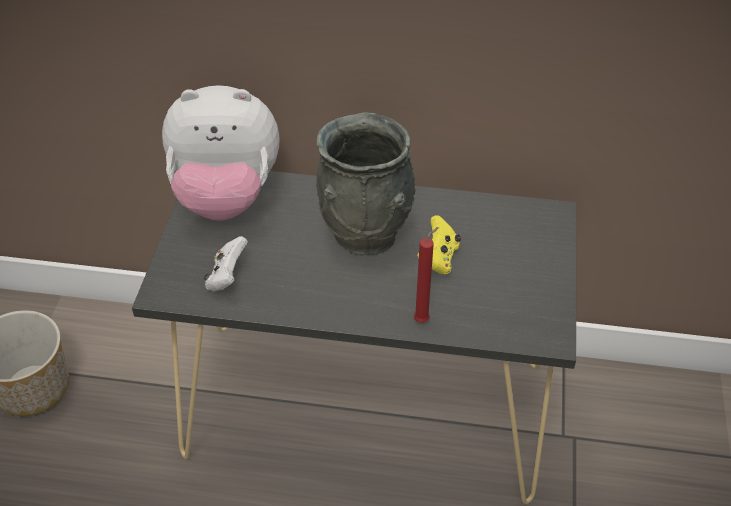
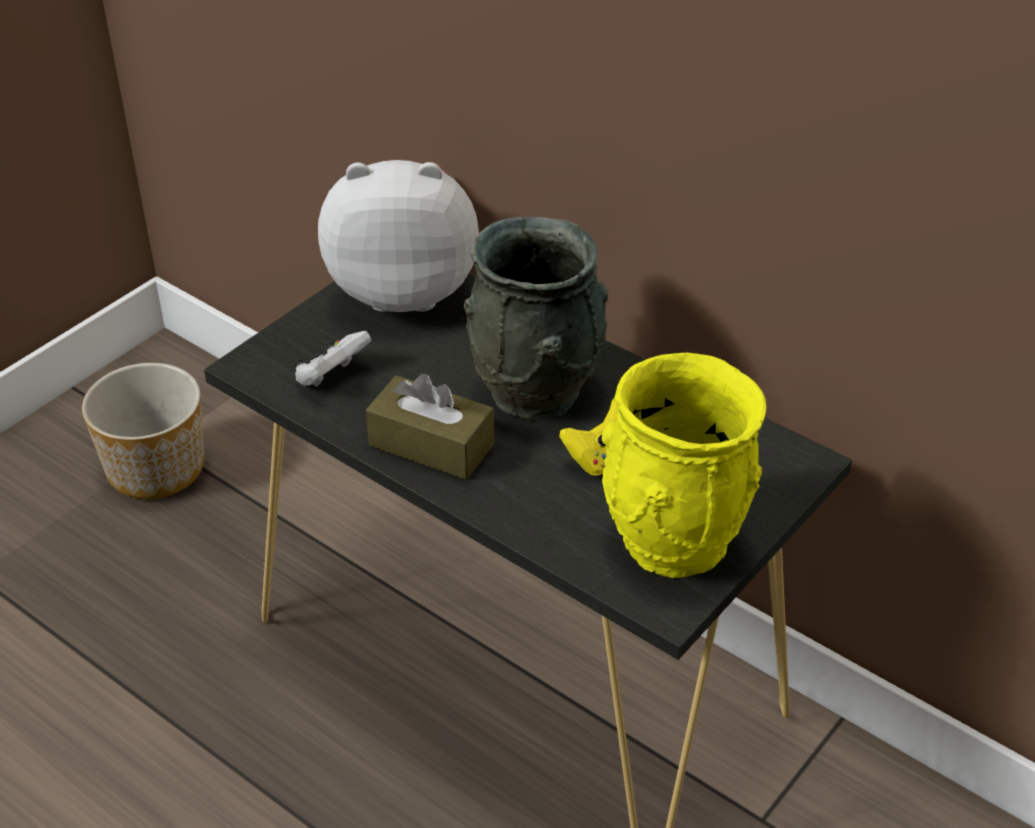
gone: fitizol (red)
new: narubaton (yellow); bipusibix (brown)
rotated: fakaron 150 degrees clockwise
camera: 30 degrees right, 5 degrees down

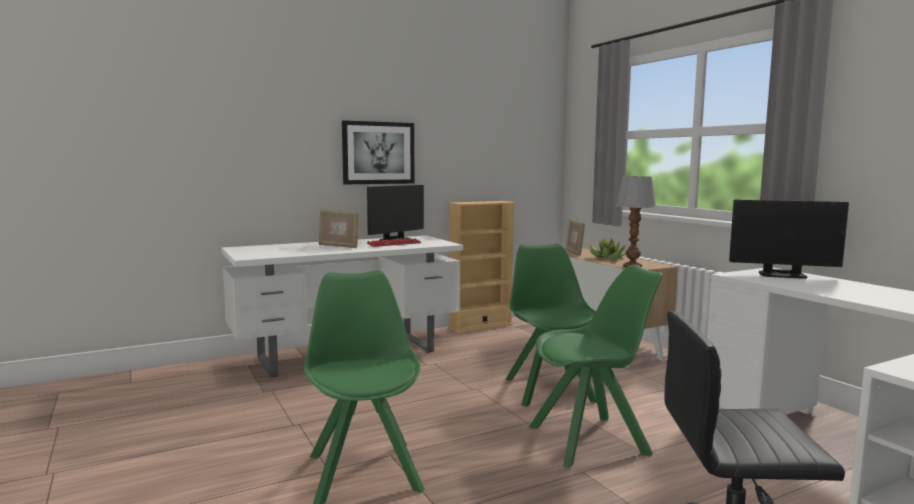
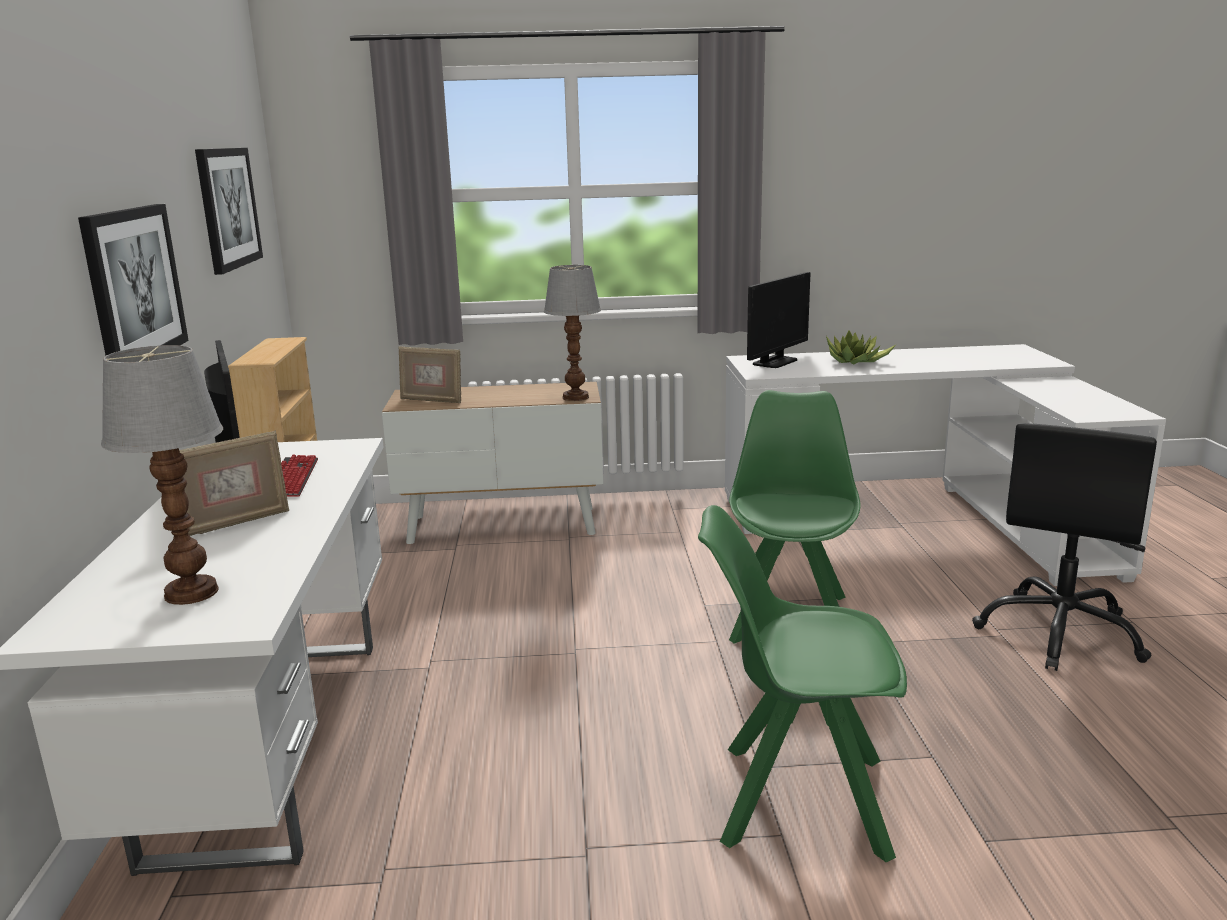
gone: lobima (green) (no. 2 from left)
new: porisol (no. 2 from left); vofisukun (no. 1 from left)
shifted: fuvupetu
camera: 65 degrees left, 10 degrees up

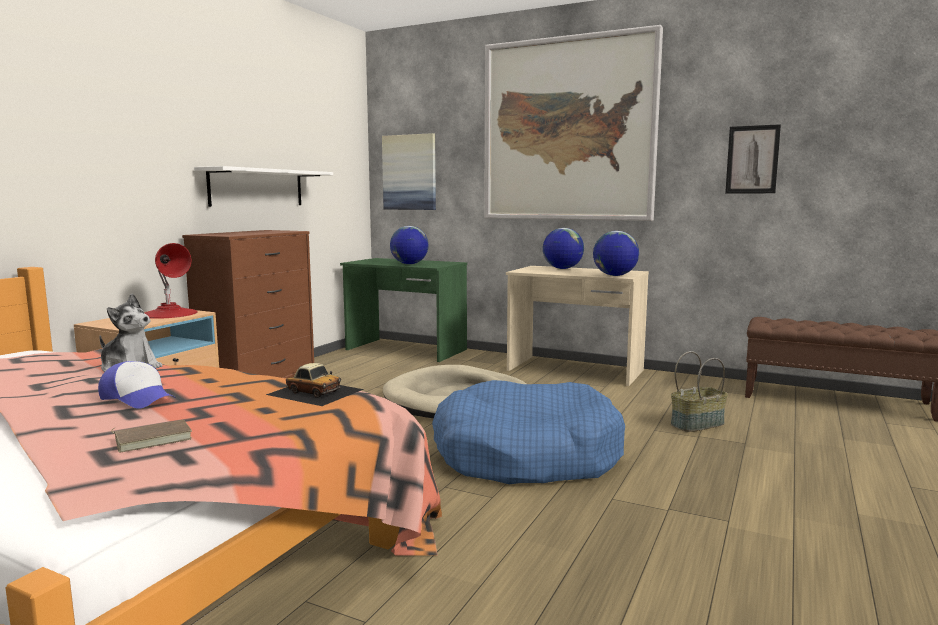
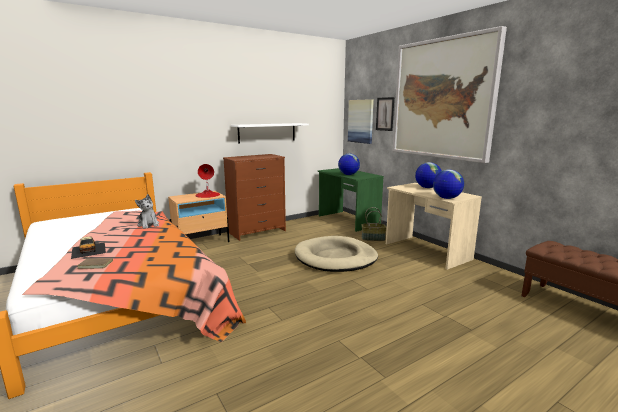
gone: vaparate; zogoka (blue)
shifted: porisol (no. 3 from left in the first image) to porisol (no. 2 from left); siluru; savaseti
camera: 30 degrees right, 5 degrees up

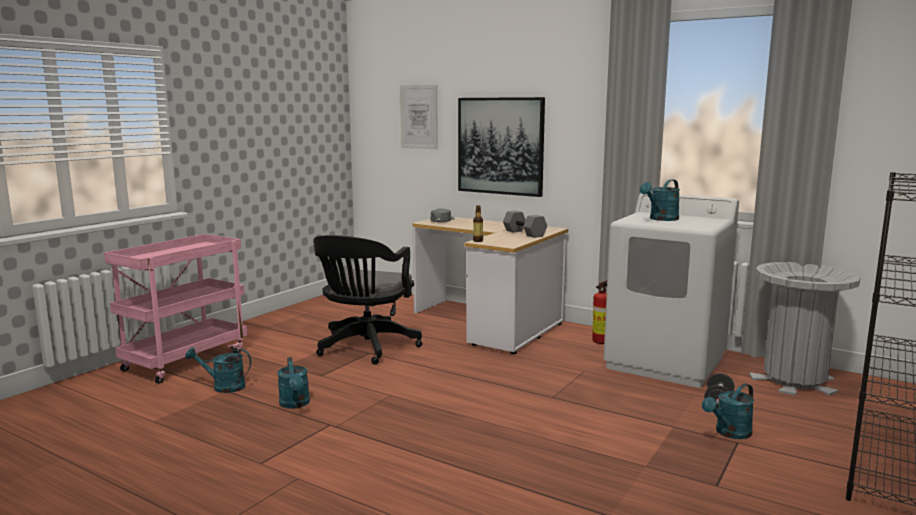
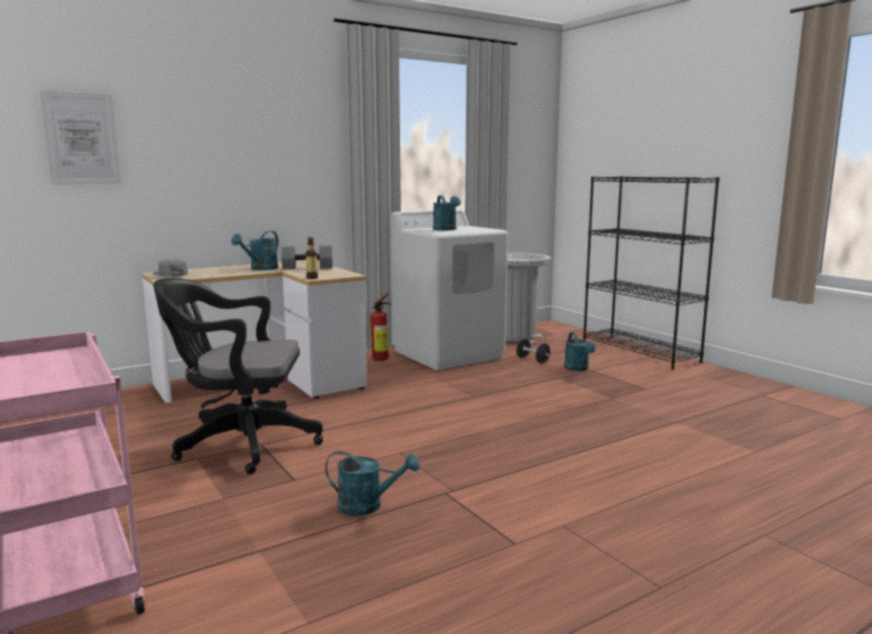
gone: porisol (no. 2 from left)
shifted: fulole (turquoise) (no. 1 from left)
rotated: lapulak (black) 135 degrees clockwise
camera: 65 degrees left, 0 degrees up

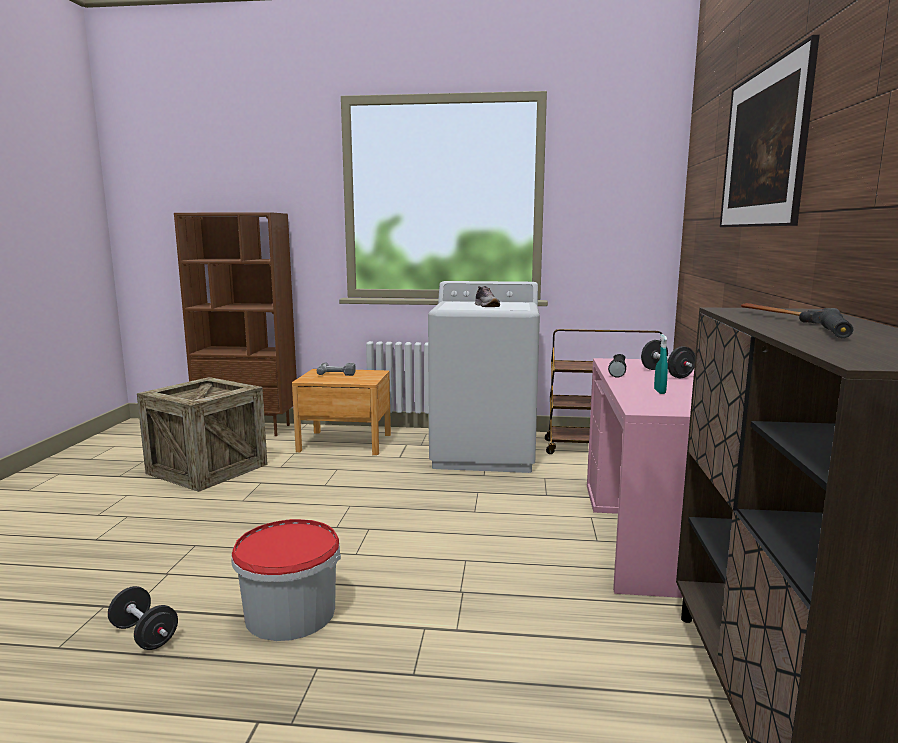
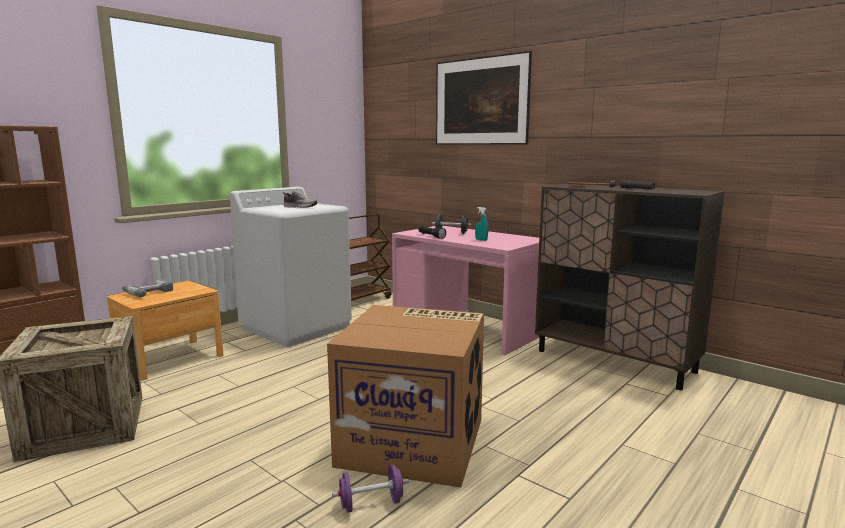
swapped: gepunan to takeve
repainted: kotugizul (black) (no. 1 from left) to kotugizul (purple)
camera: 55 degrees left, 0 degrees up

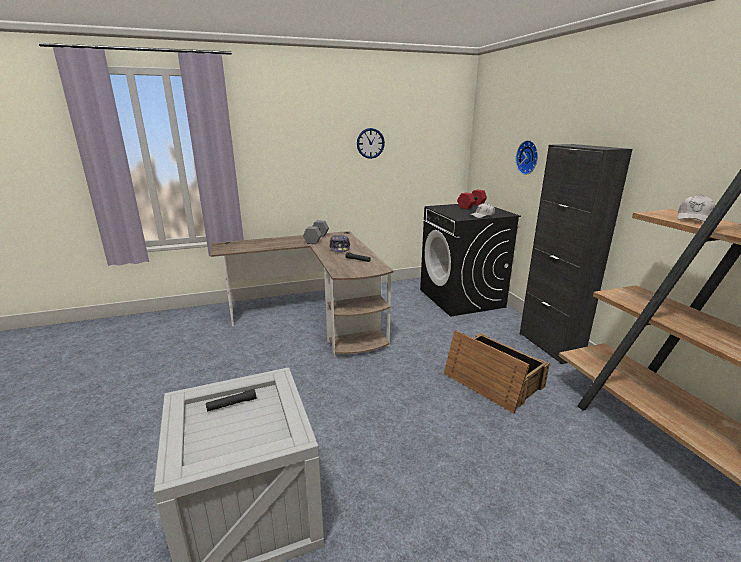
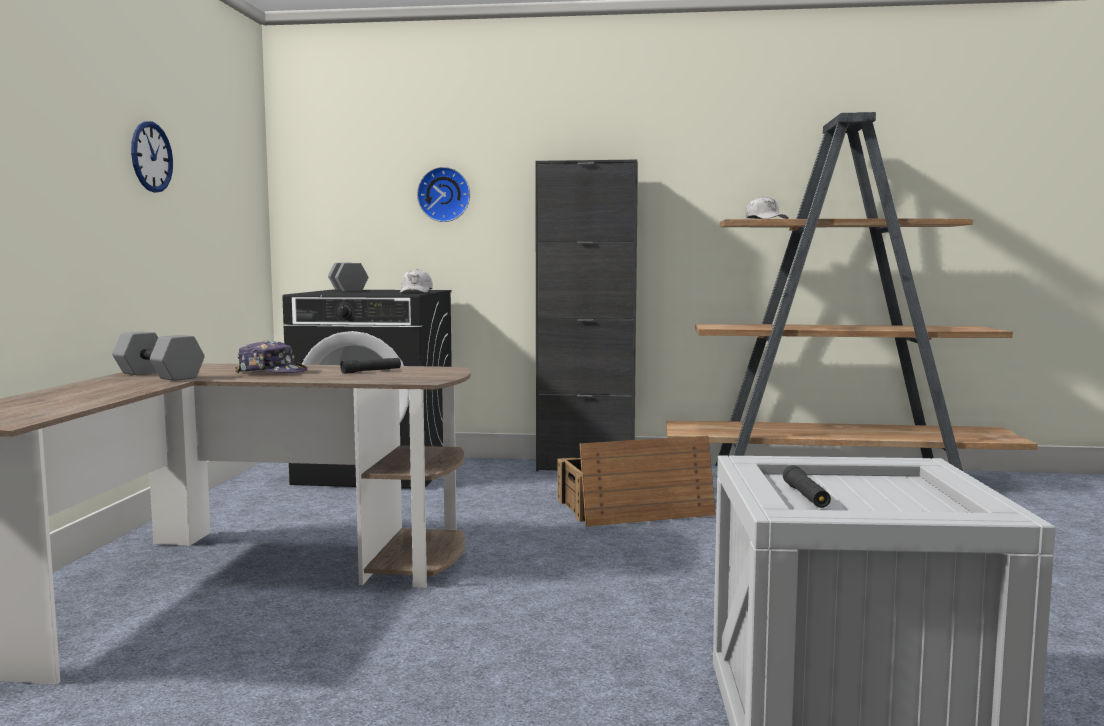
repainted: kotugizul (red) to kotugizul (grey) (no. 2 from left)
camera: 65 degrees left, 15 degrees down

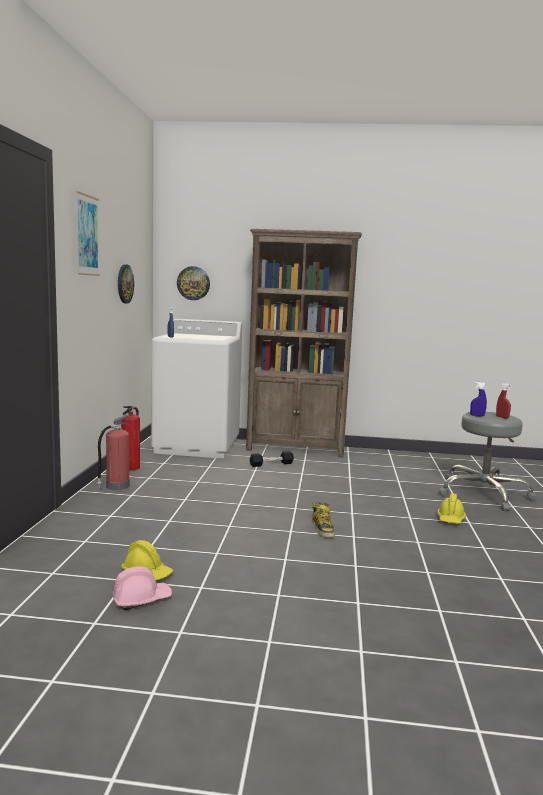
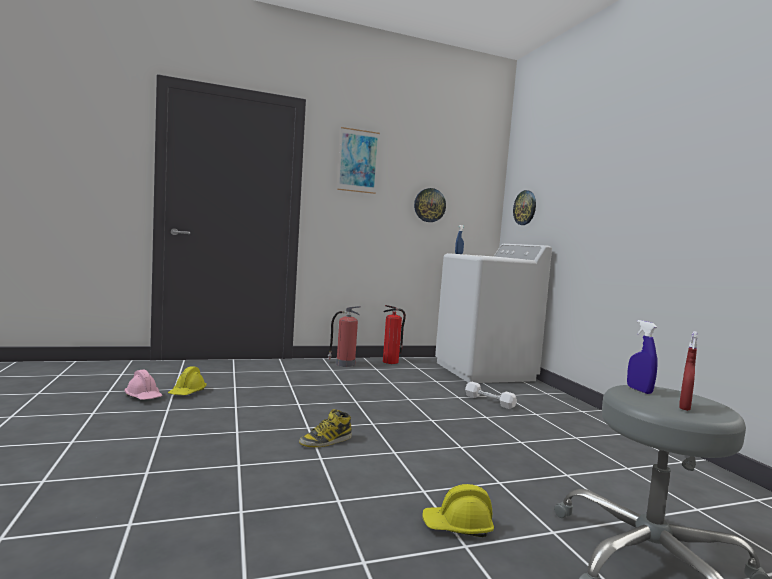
gone: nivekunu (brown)
repainted: kotugizul (black) to kotugizul (white)
camera: 65 degrees right, 5 degrees down

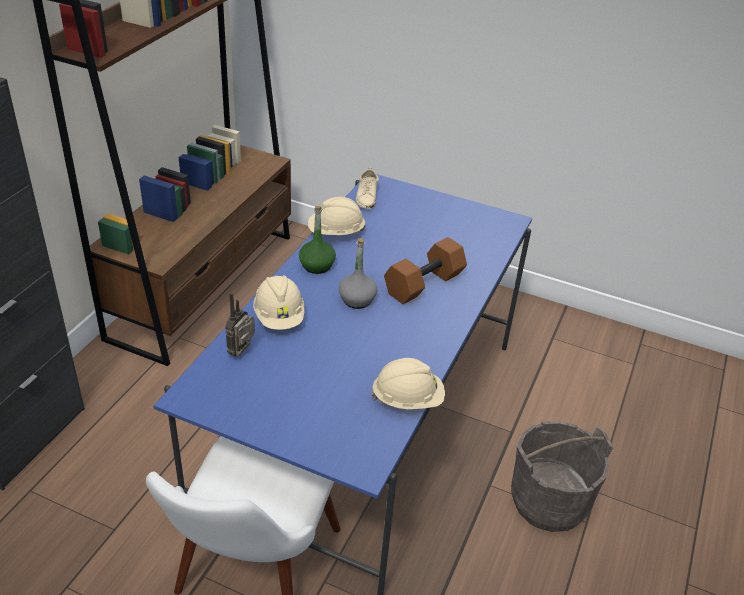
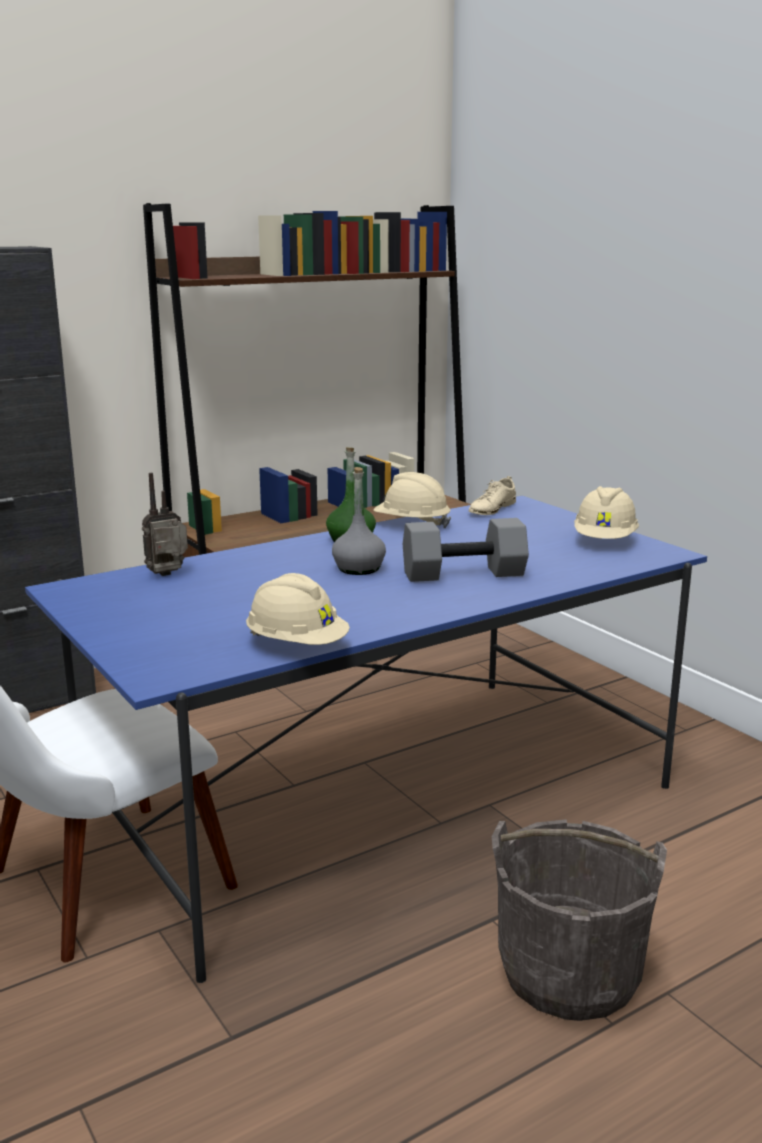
shifted: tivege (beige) (no. 1 from left in the first image) to tivege (beige) (no. 3 from left)
repainted: kotugizul (brown) to kotugizul (grey)
camera: 35 degrees right, 20 degrees down

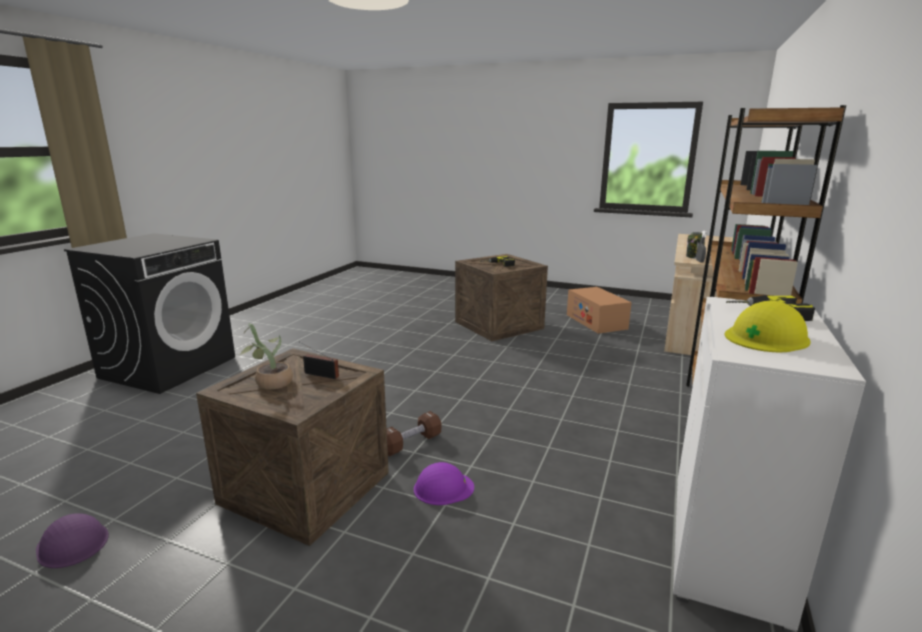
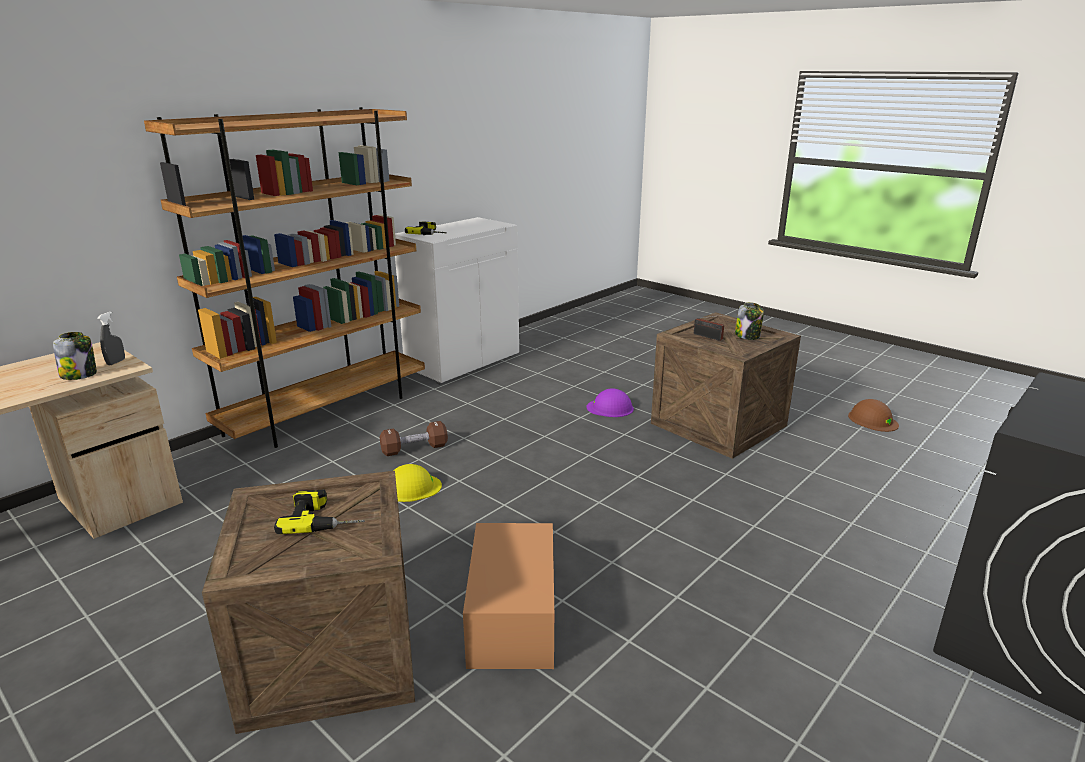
shifted: takeve; tivege (yellow); kotugizul (brown)
swapped: fuvupetu to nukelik (no. 2 from left)
repainted: tivege (purple) (no. 1 from left) to tivege (brown)
camera: 160 degrees left, 5 degrees up

